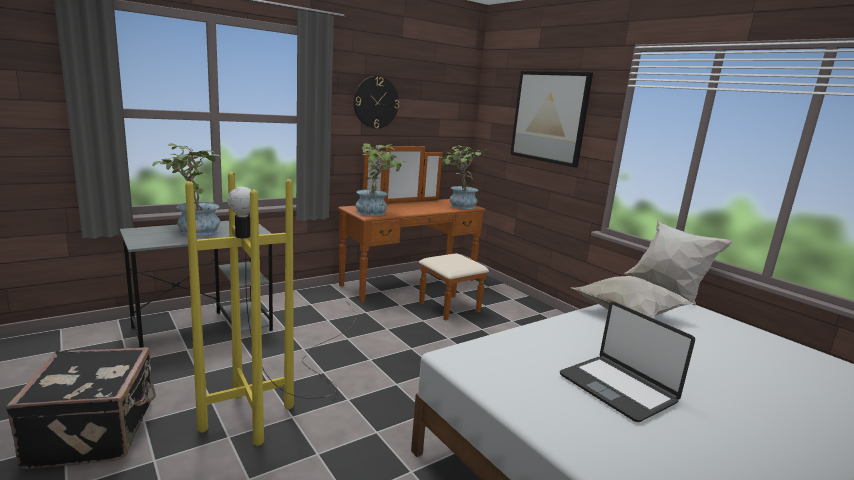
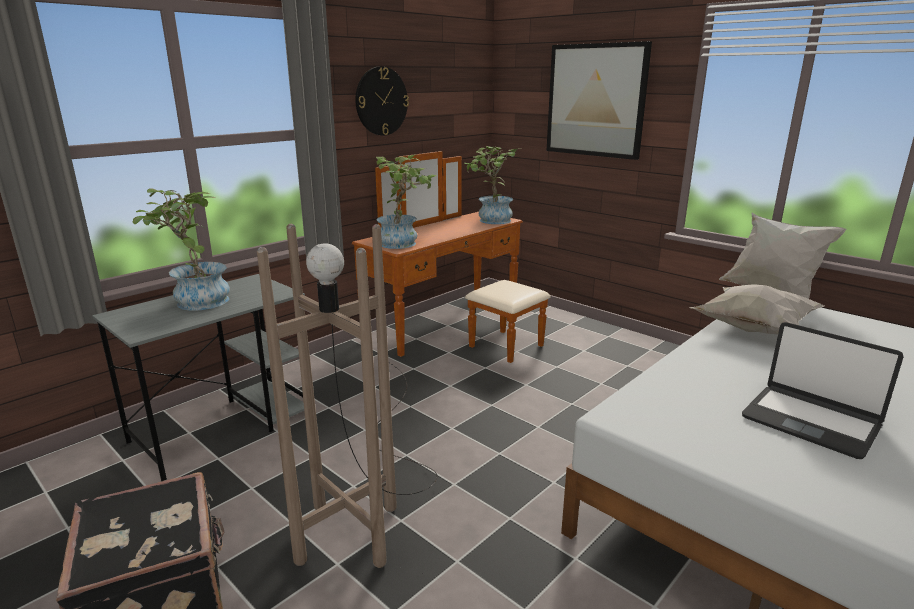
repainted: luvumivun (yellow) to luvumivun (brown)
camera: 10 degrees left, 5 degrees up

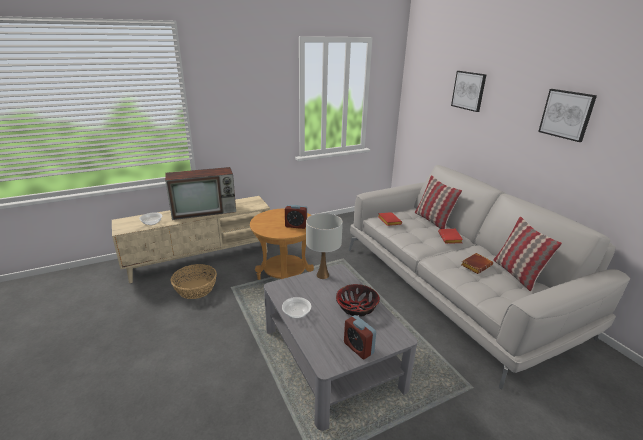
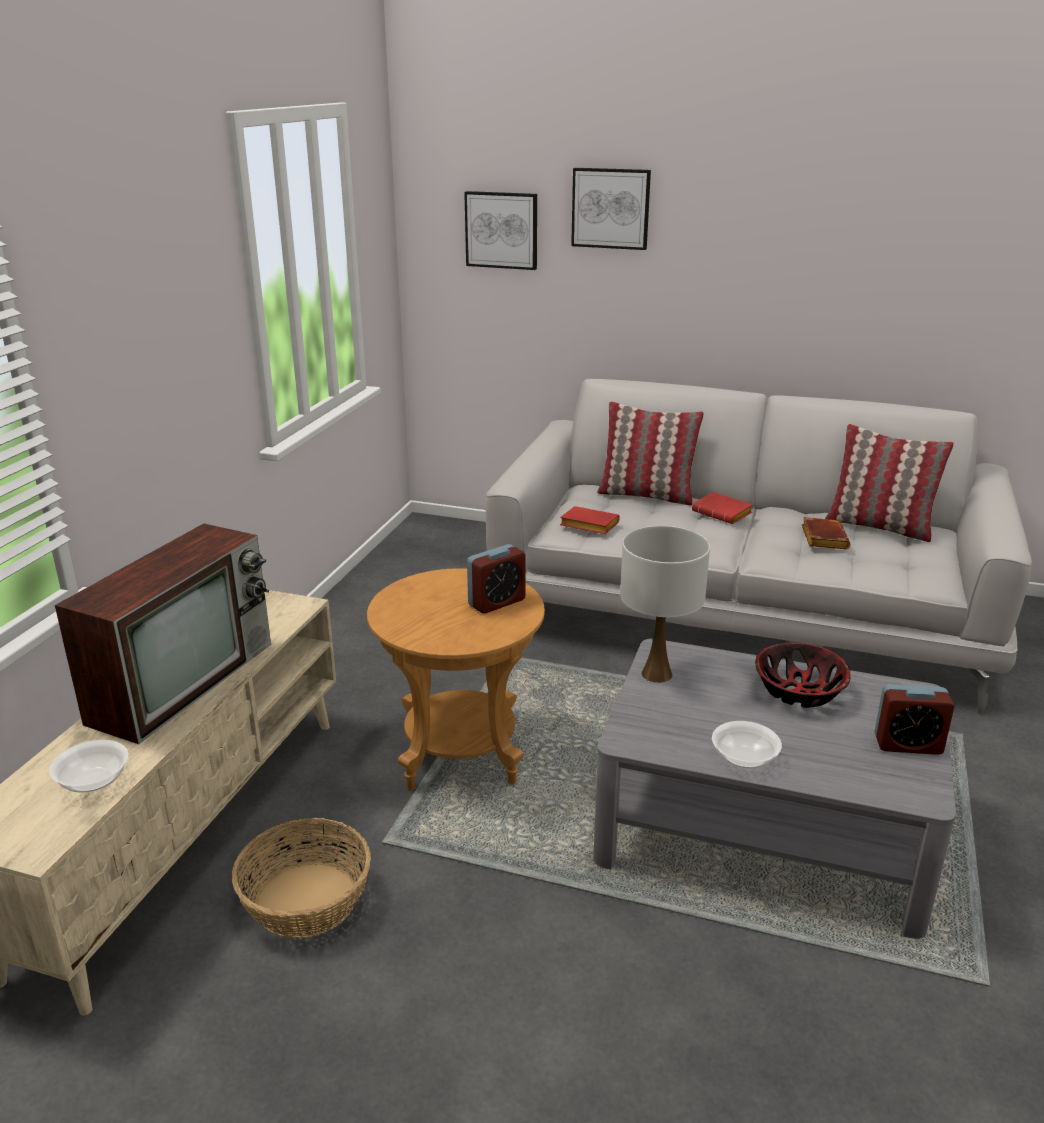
shifted: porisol (no. 2 from left in the first image) to porisol (no. 1 from left)
camera: 45 degrees left, 0 degrees up

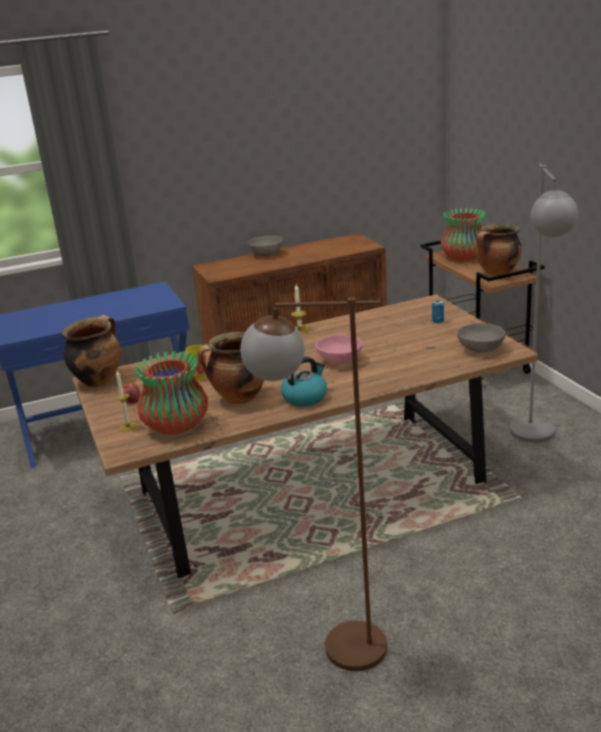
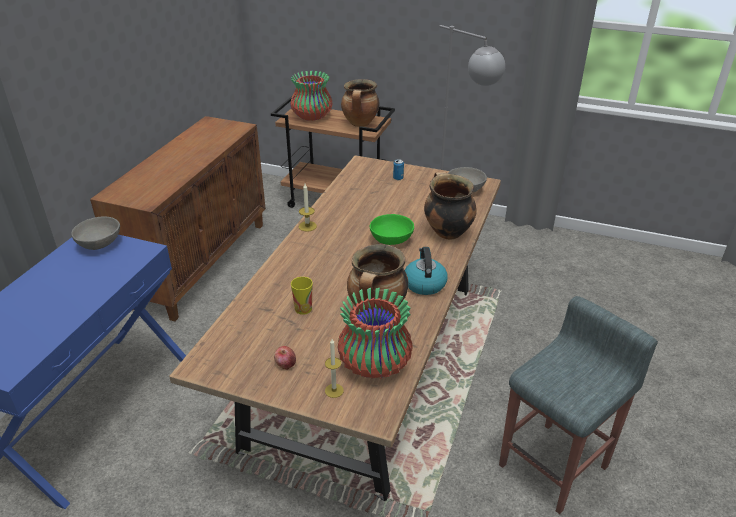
shifted: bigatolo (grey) (no. 1 from left); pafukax (no. 1 from left in the first image) to pafukax (no. 3 from left)
swapped: luvumivun (brown) to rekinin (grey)
repainted: bigatolo (pink) to bigatolo (green)
camera: 50 degrees left, 10 degrees up

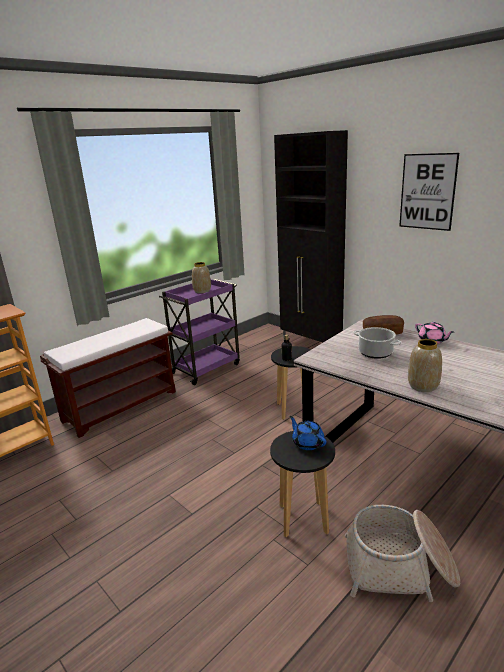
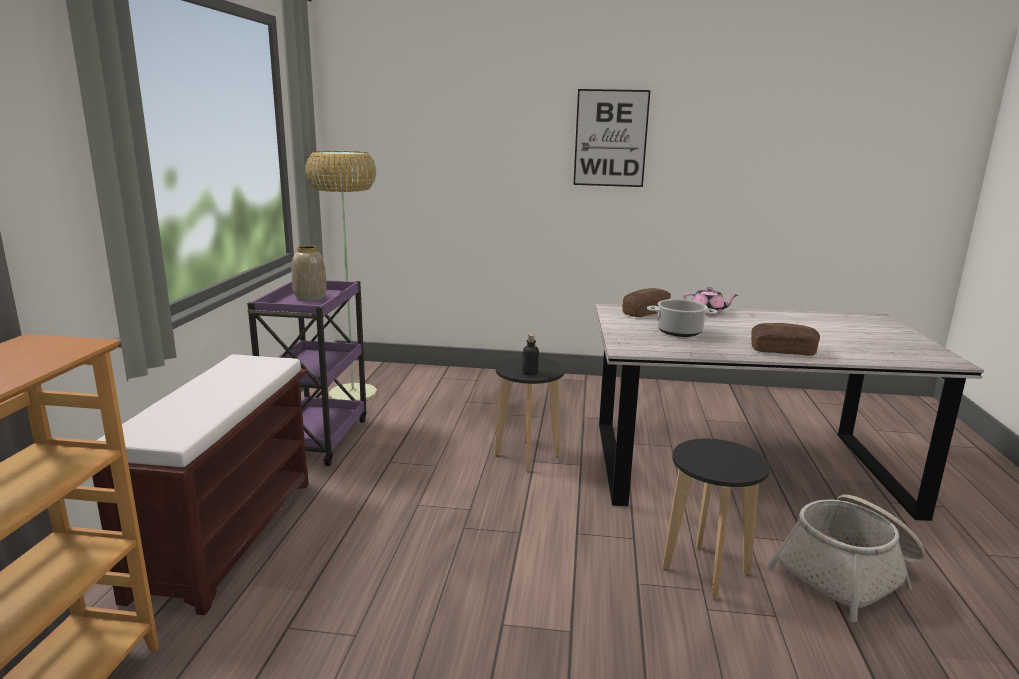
gone: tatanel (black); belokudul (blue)
new: luvumivun
swapped: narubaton (no. 2 from left) to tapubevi (no. 2 from left)
camera: 40 degrees left, 5 degrees down

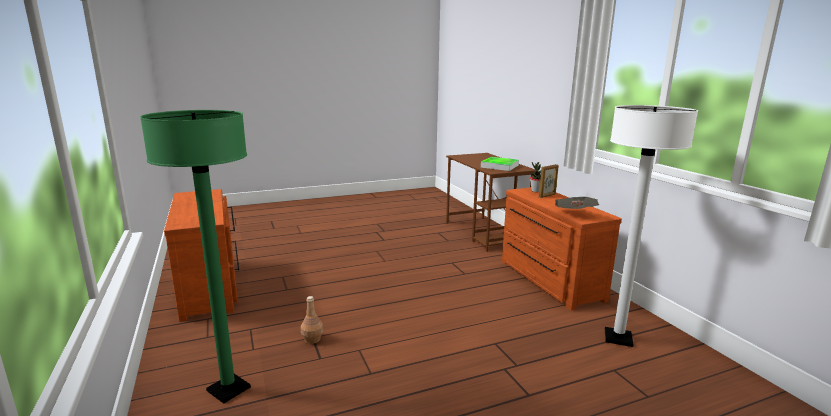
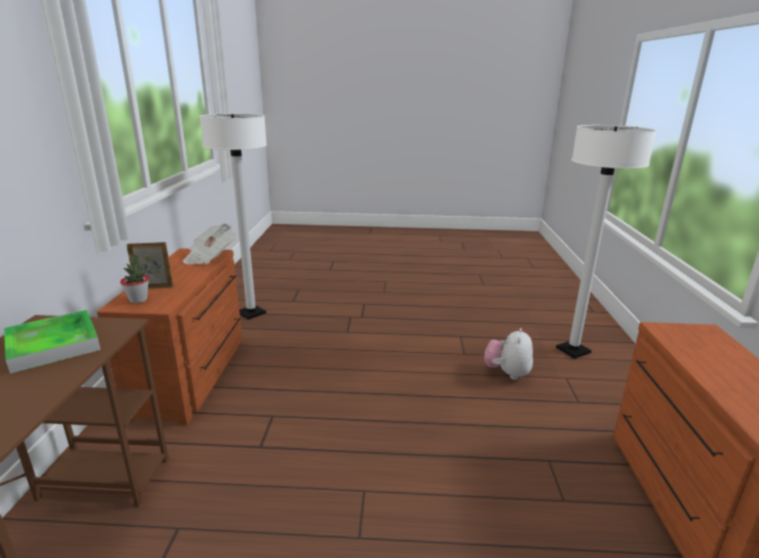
swapped: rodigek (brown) to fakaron
repainted: luvumivun (green) to luvumivun (white) (no. 2 from left)
camera: 155 degrees left, 5 degrees up

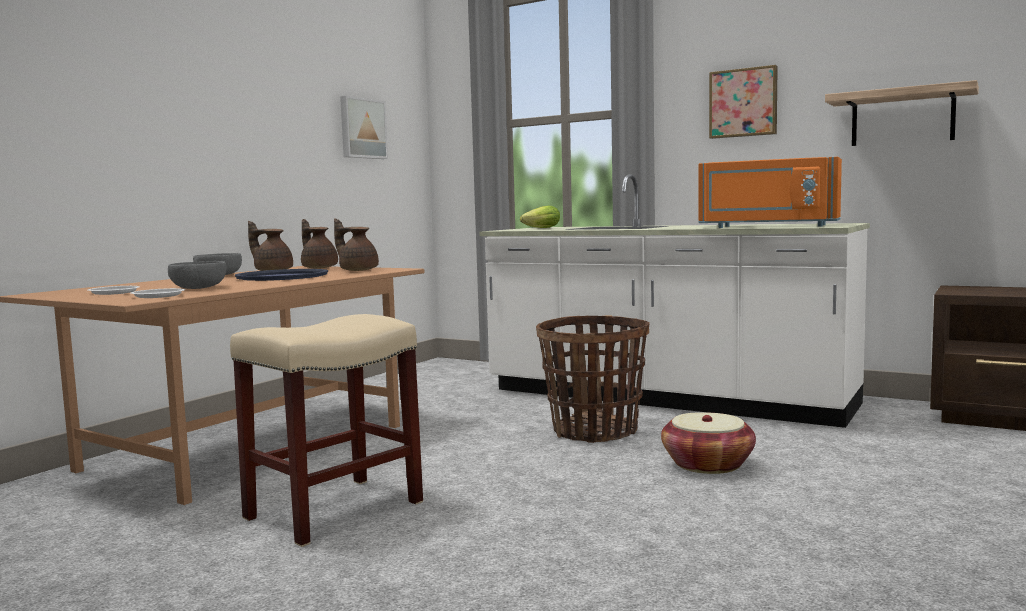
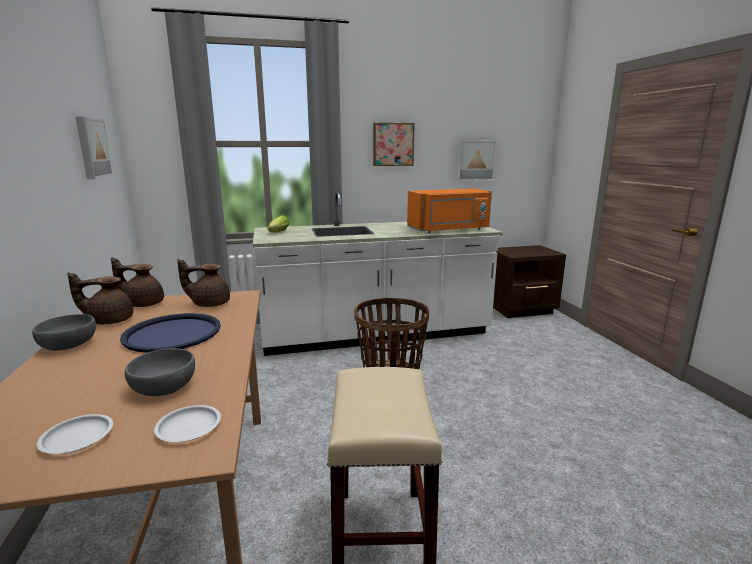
gone: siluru (no. 2 from left)
swapped: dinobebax to porisol (no. 3 from left)
camera: 45 degrees left, 10 degrees up

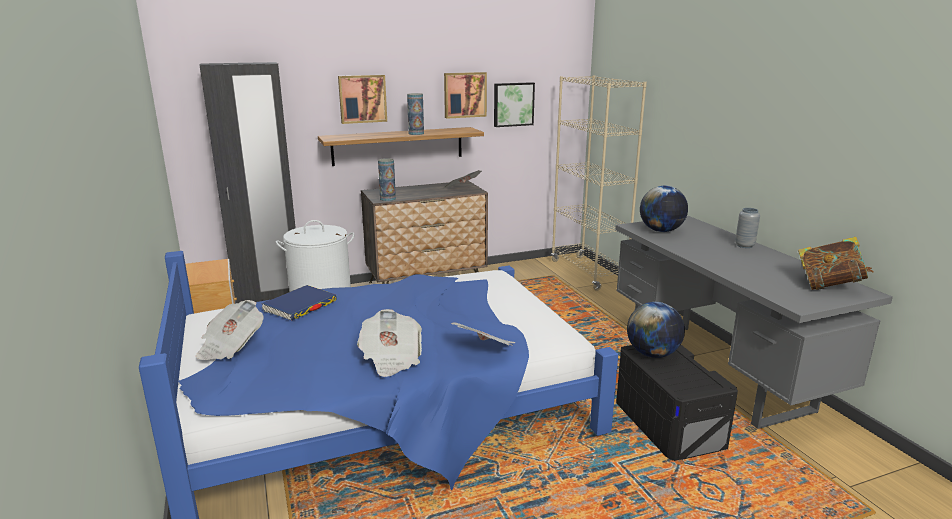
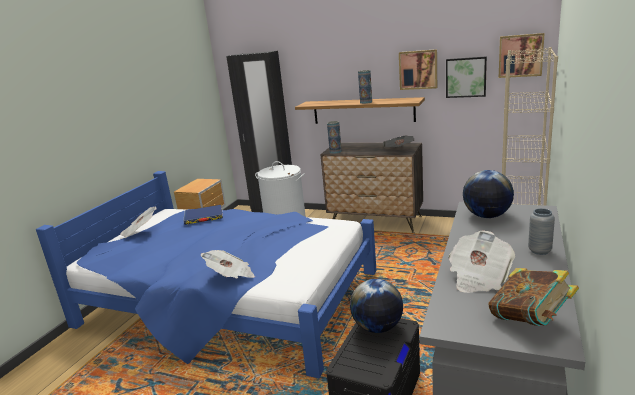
shifted: porisol (no. 1 from left in the first image) to porisol (no. 3 from left); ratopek (no. 2 from left in the first image) to ratopek (no. 4 from left)
camera: 45 degrees right, 0 degrees up

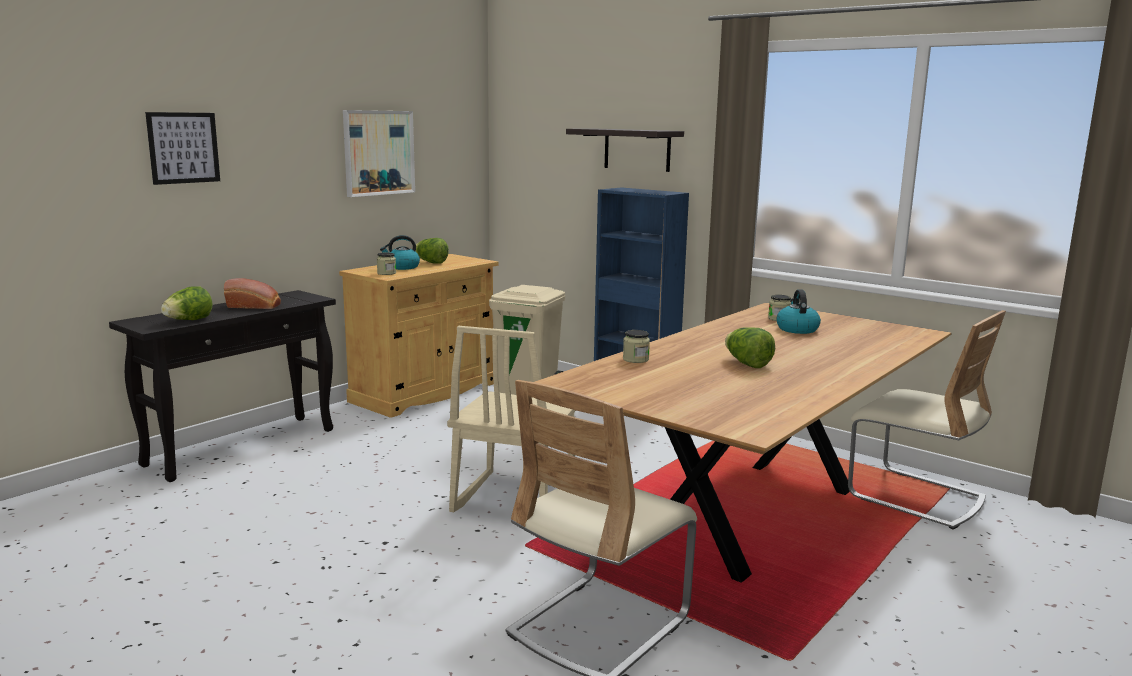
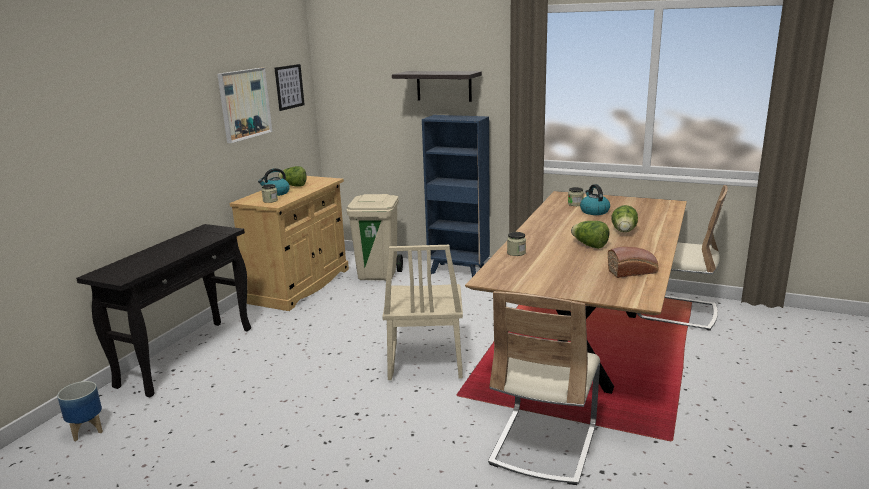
new: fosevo
shifted: porisol (no. 1 from left in the first image) to porisol (no. 2 from left); tapubevi; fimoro (no. 1 from left in the first image) to fimoro (no. 3 from left)
camera: 15 degrees left, 5 degrees up

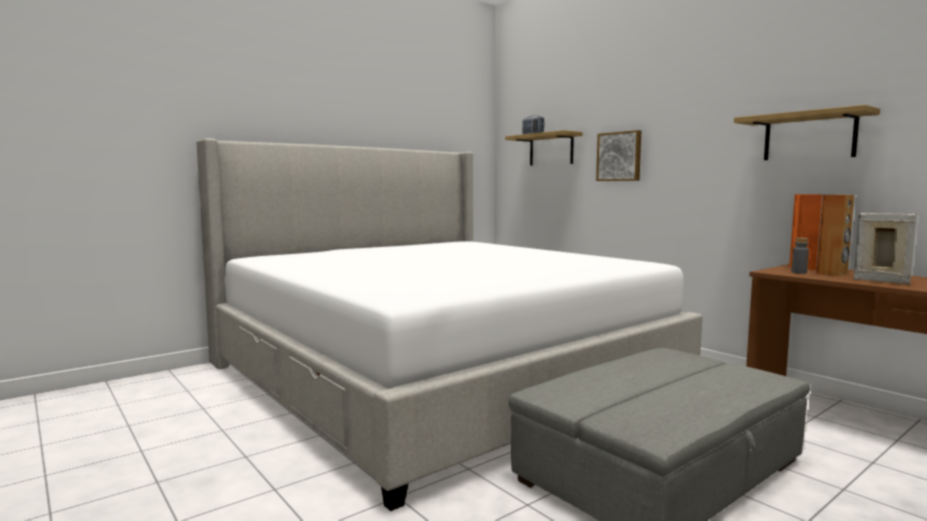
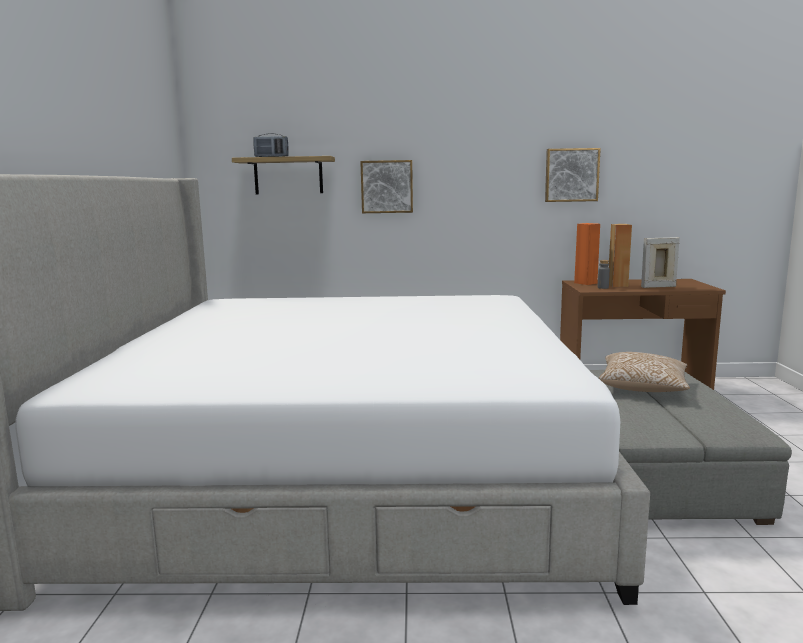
new: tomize
swapped: dinobebax (no. 2 from left) to porisol (no. 2 from left)
camera: 50 degrees left, 5 degrees up

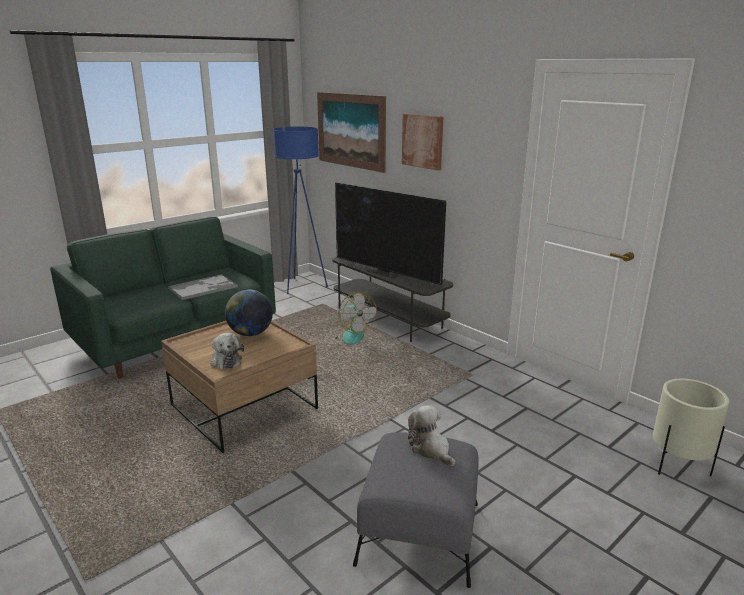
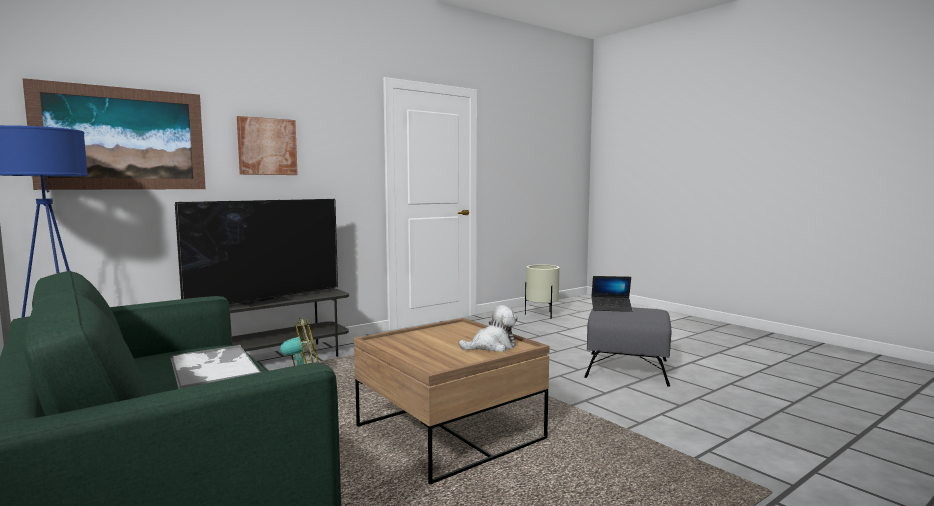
gone: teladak
swapped: fakaron (no. 2 from left) to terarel
camera: 85 degrees left, 15 degrees down

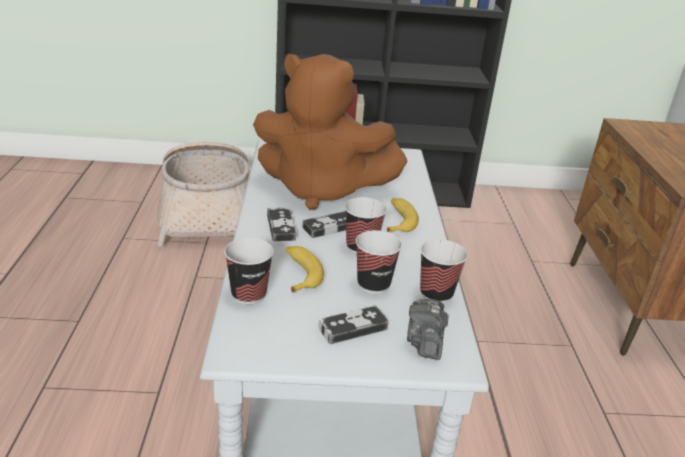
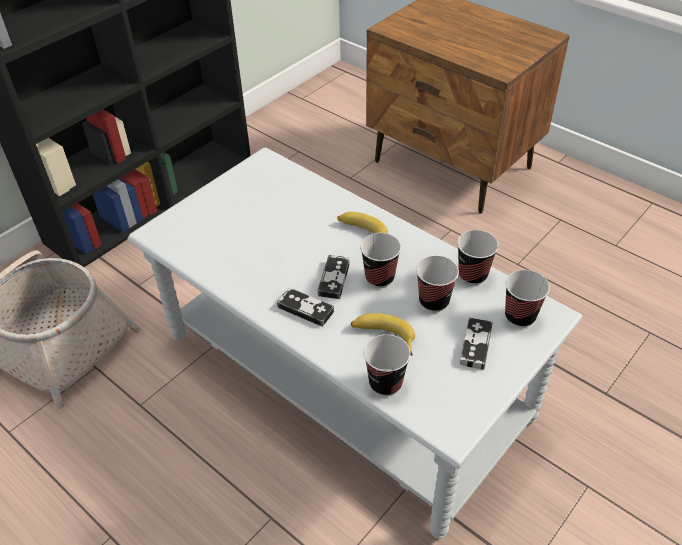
gone: fakaron (brown)
swapped: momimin to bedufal (no. 5 from left)
camera: 45 degrees left, 15 degrees up

